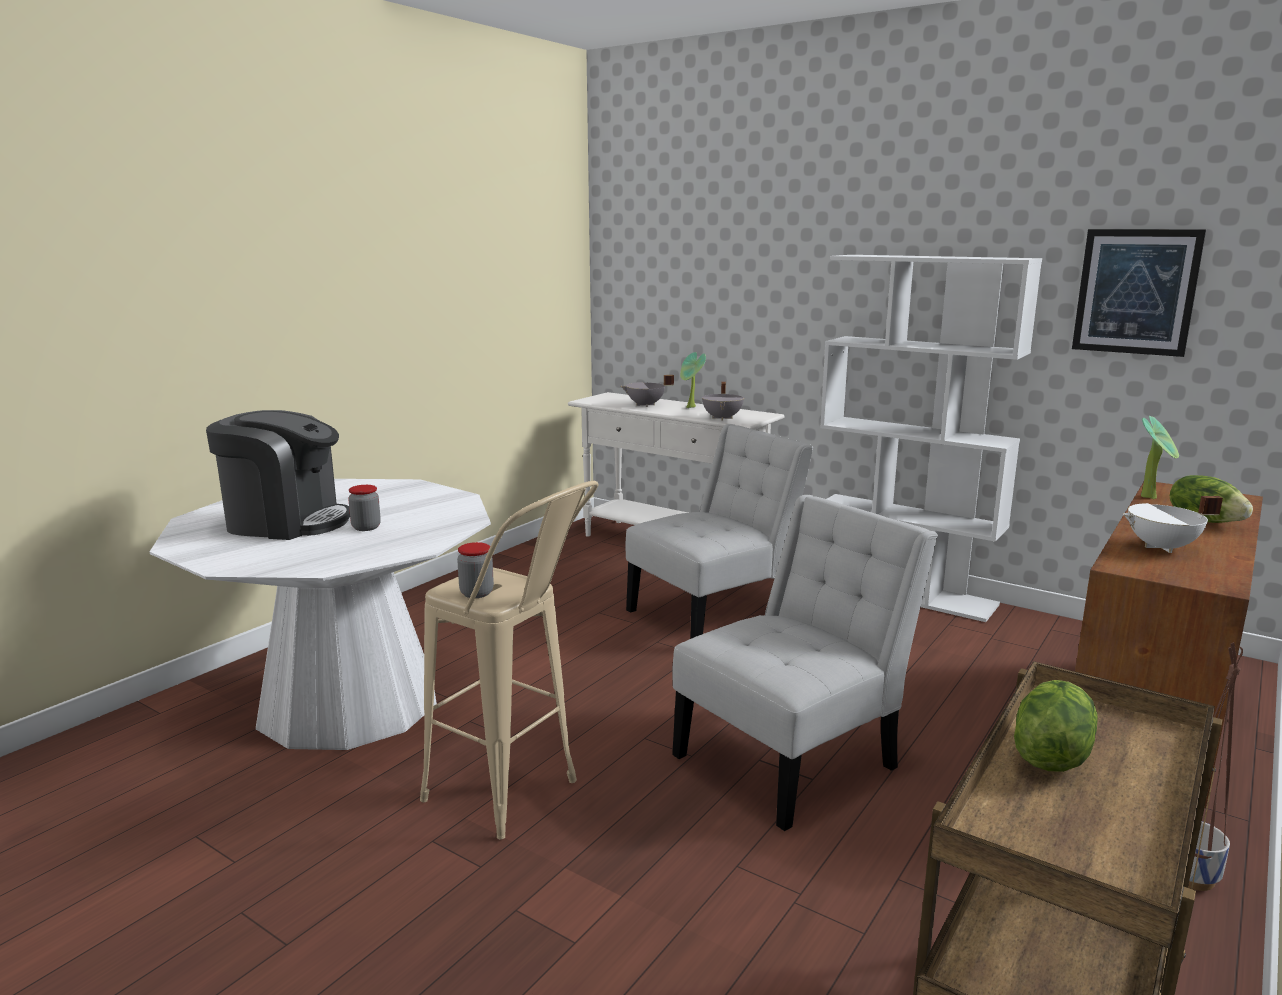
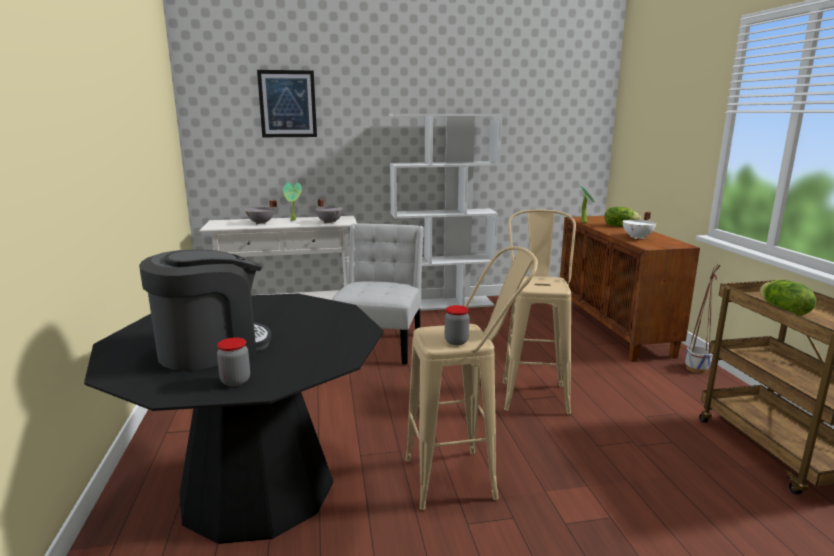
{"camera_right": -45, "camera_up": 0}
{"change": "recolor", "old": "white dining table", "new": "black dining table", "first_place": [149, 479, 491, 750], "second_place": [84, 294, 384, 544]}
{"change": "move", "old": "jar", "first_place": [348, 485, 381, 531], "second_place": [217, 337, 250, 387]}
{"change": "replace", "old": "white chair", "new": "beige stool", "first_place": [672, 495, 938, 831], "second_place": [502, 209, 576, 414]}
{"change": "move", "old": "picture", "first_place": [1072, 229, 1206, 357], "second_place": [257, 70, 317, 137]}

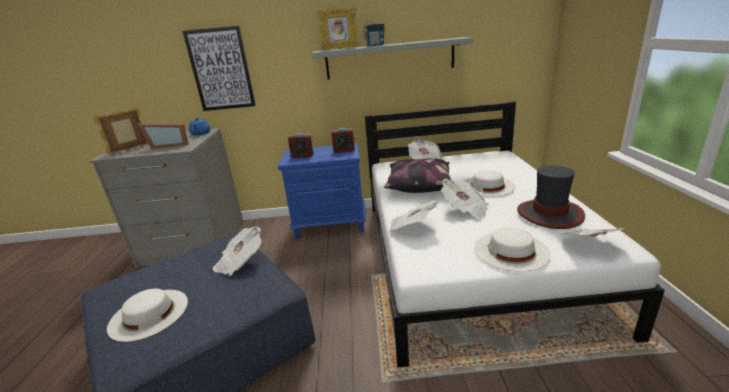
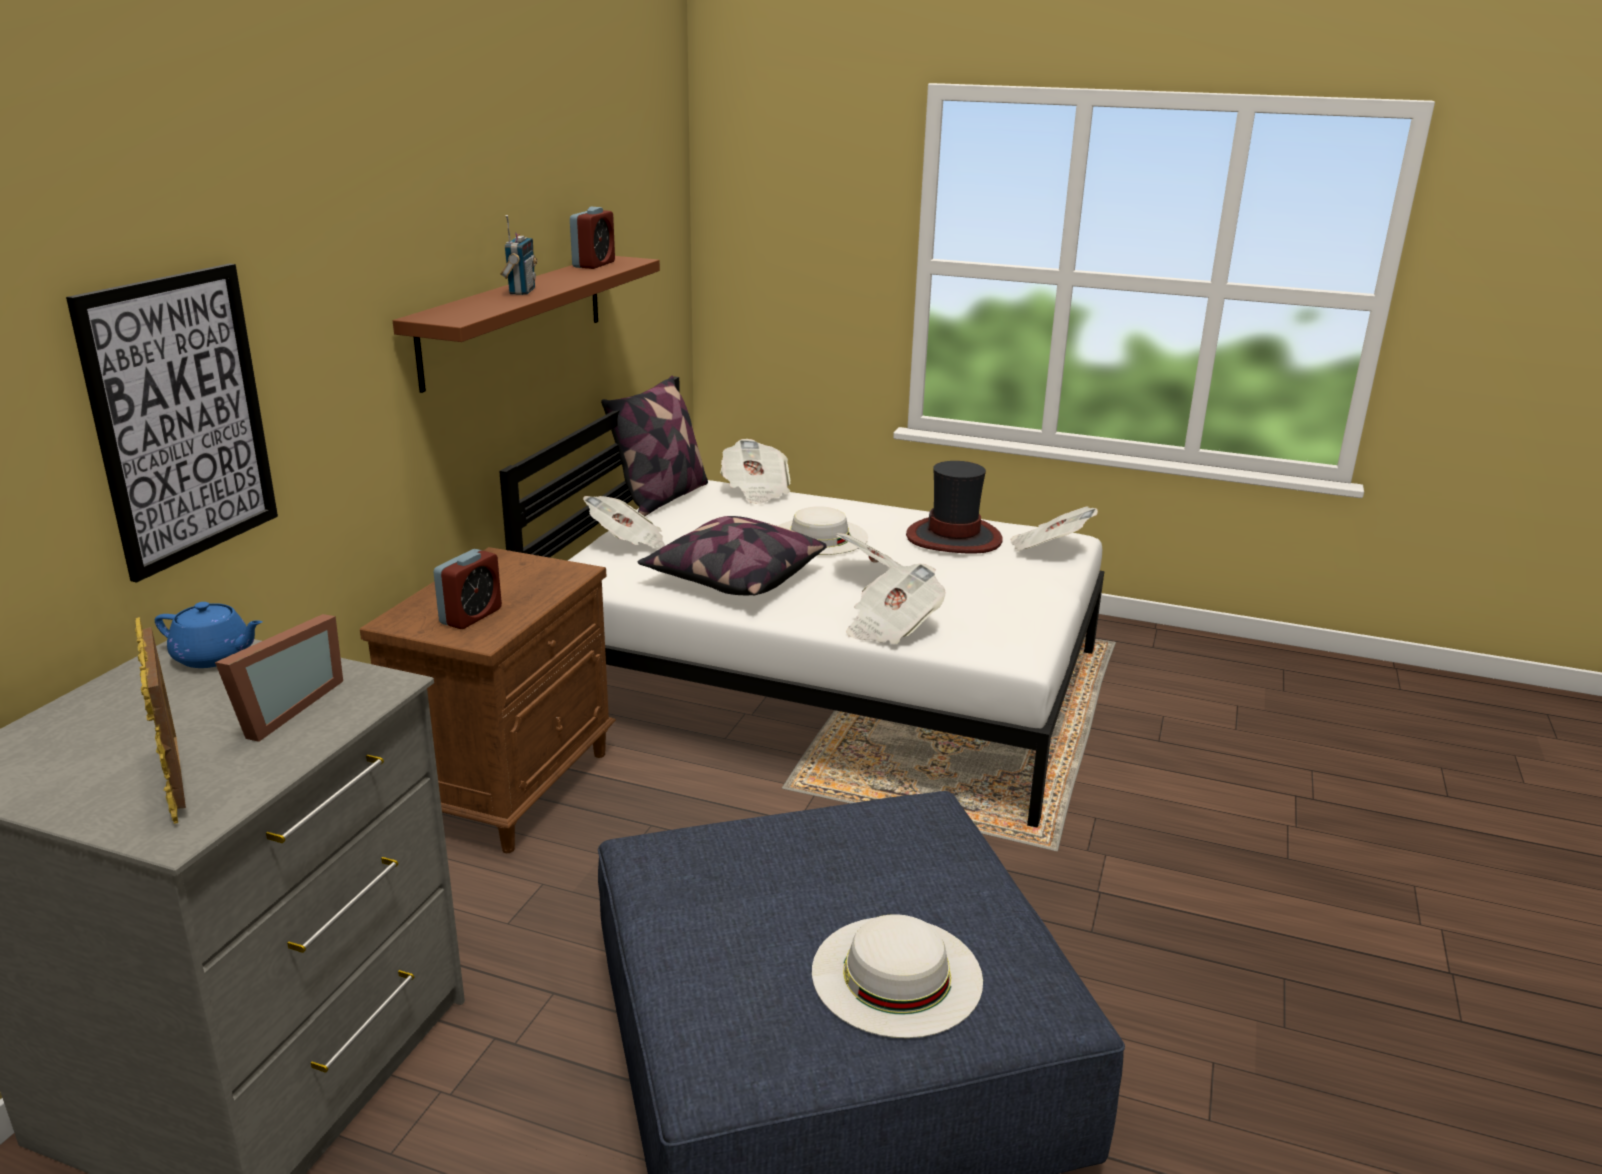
{"camera_right": -70, "camera_up": 0}
{"change": "move", "old": "newspaper", "first_place": [213, 226, 262, 276], "second_place": [721, 439, 791, 504]}
{"change": "recolor", "old": "blue nightstand", "new": "brown nightstand", "first_place": [278, 143, 366, 238], "second_place": [360, 547, 616, 853]}
{"change": "recolor", "old": "grey shelf", "new": "brown shelf", "first_place": [312, 37, 473, 79], "second_place": [393, 256, 660, 393]}
{"change": "delete", "old": "picture frame", "first_place": [317, 8, 359, 50]}
{"change": "move", "old": "alarm clock", "first_place": [331, 128, 355, 153], "second_place": [570, 207, 615, 269]}
{"change": "delete", "old": "white hat", "first_place": [474, 227, 551, 272]}
{"change": "insert", "new": "pillow", "second_place": [601, 376, 708, 516]}

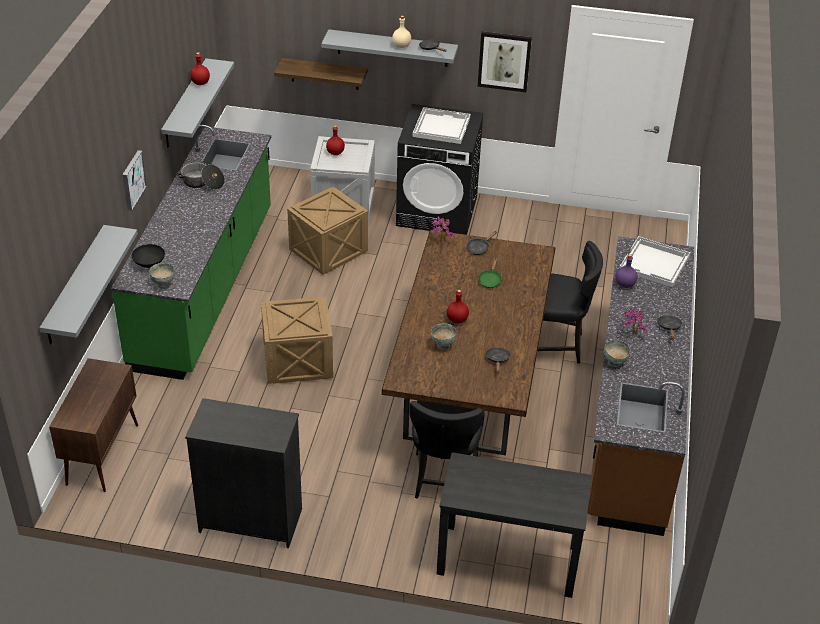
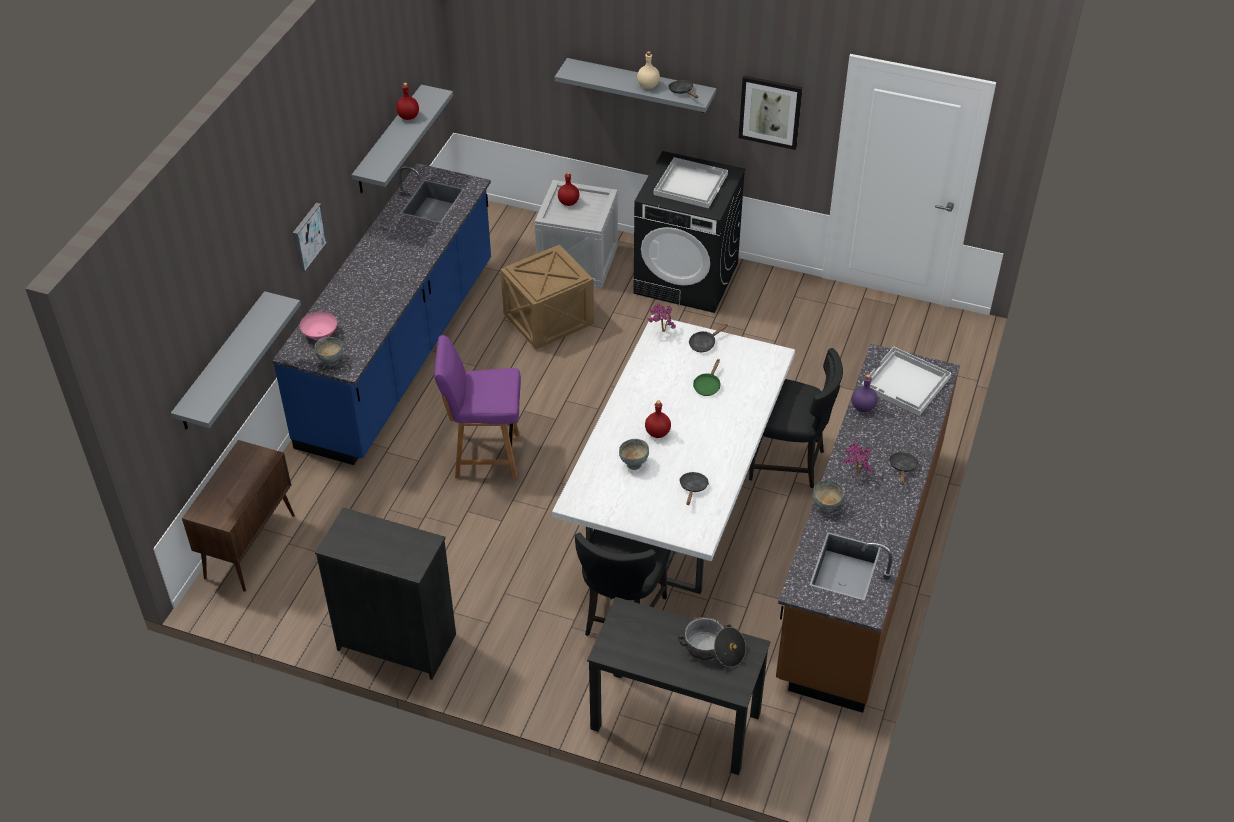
{"camera_right": 10, "camera_up": 5}
{"change": "recolor", "old": "green counter", "new": "blue counter", "first_place": [111, 125, 271, 380], "second_place": [272, 163, 491, 465]}
{"change": "recolor", "old": "black bowl", "new": "pink bowl", "first_place": [132, 244, 165, 268], "second_place": [300, 311, 337, 339]}
{"change": "move", "old": "cooking pot", "first_place": [176, 162, 225, 190], "second_place": [678, 617, 746, 667]}
{"change": "replace", "old": "crate", "new": "purple chair", "first_place": [261, 297, 333, 384], "second_place": [434, 335, 521, 478]}
{"change": "delete", "old": "shelf", "first_place": [274, 58, 368, 90]}
{"change": "recolor", "old": "brown dining table", "new": "white dining table", "first_place": [382, 230, 555, 455], "second_place": [552, 315, 795, 594]}

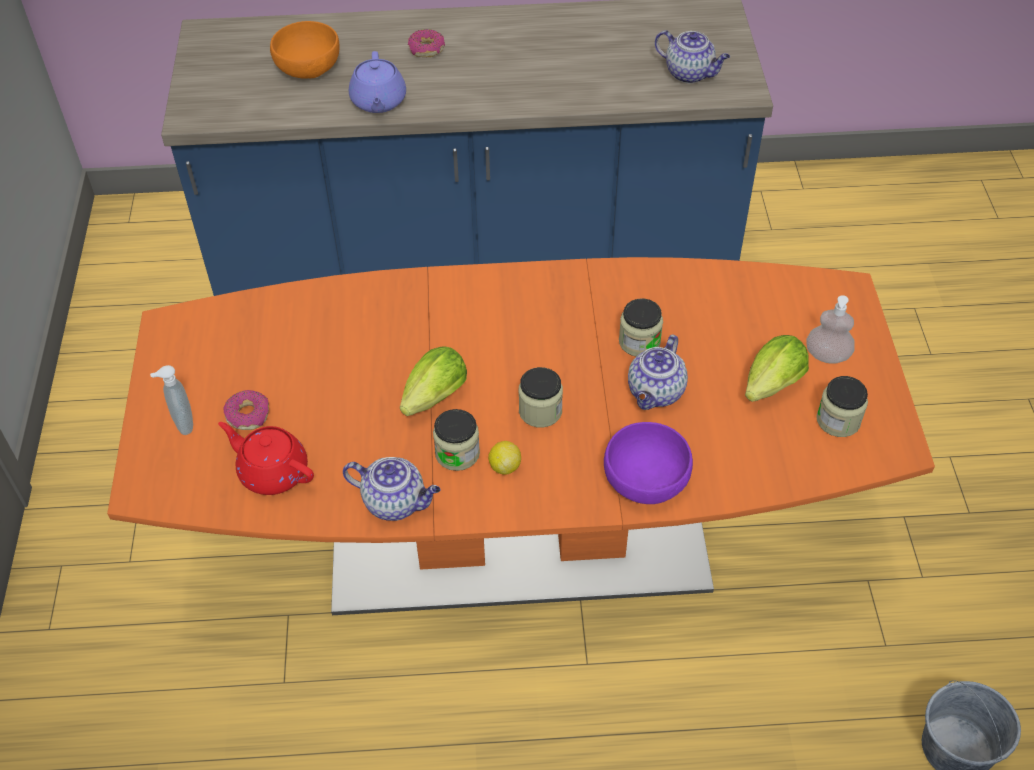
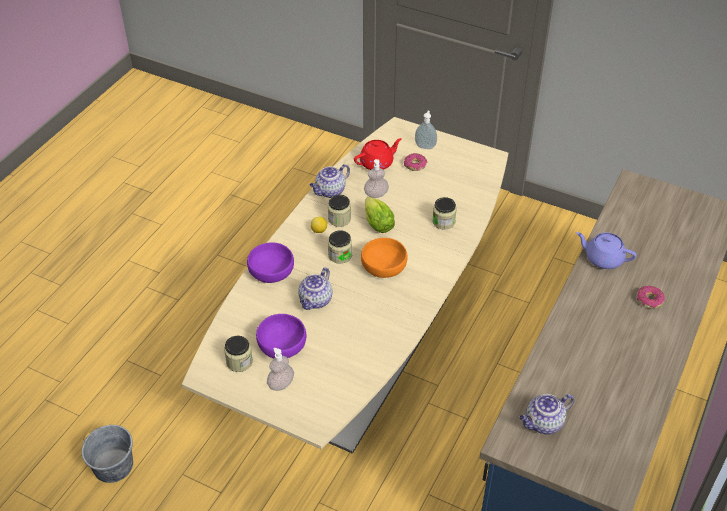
{"camera_right": 120, "camera_up": -5}
{"change": "recolor", "old": "orange dining table", "new": "beige dining table", "first_place": [107, 257, 935, 615], "second_place": [182, 117, 508, 454]}
{"change": "move", "old": "orange bowl", "first_place": [270, 21, 340, 79], "second_place": [361, 238, 408, 278]}
{"change": "move", "old": "jar", "first_place": [619, 298, 663, 356], "second_place": [432, 197, 457, 230]}
{"change": "rotate", "old": "teapot", "first_place": [628, 334, 688, 410], "second_place": [298, 267, 333, 310], "degrees": -120}
{"change": "replace", "old": "lettuce", "new": "purple bowl", "first_place": [745, 335, 809, 402], "second_place": [256, 314, 307, 359]}
{"change": "insert", "new": "soap dispenser", "second_place": [364, 159, 389, 198]}

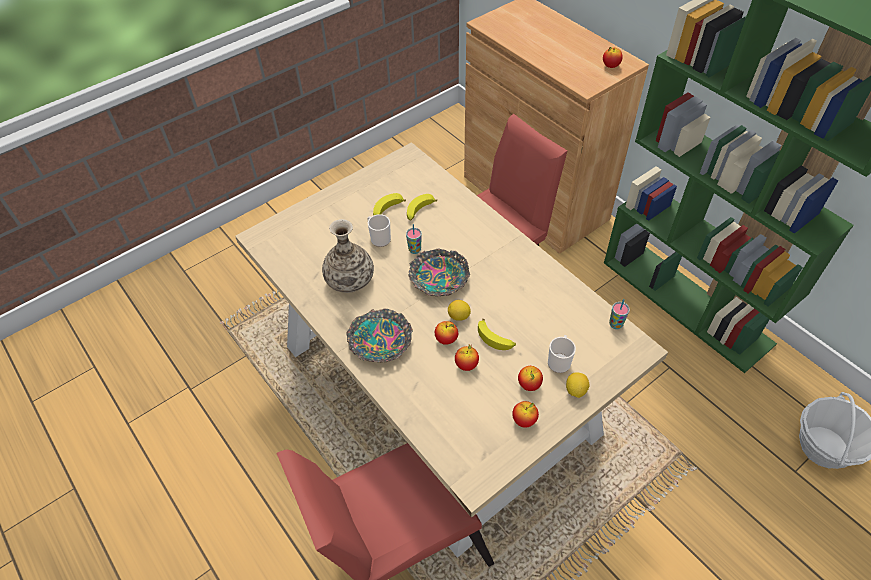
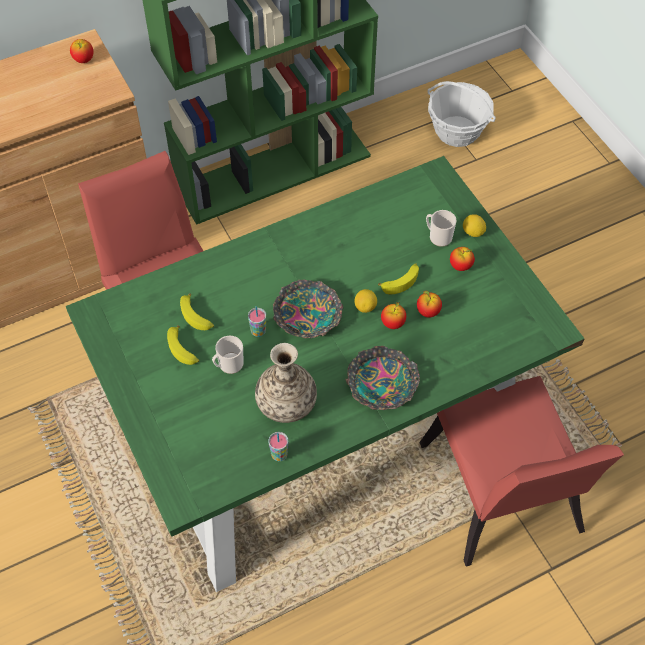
{"camera_right": -80, "camera_up": 5}
{"change": "recolor", "old": "beige dining table", "new": "green dining table", "first_place": [235, 142, 668, 558], "second_place": [66, 156, 585, 592]}
{"change": "delete", "old": "apple", "first_place": [512, 401, 539, 428]}
{"change": "move", "old": "cup", "first_place": [609, 299, 630, 329], "second_place": [268, 432, 288, 461]}

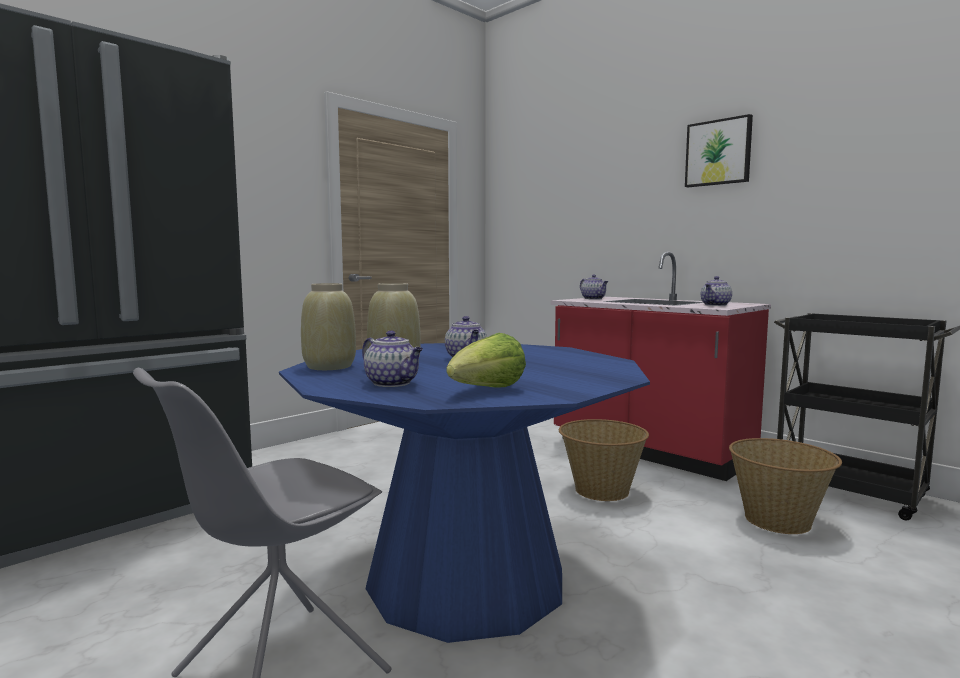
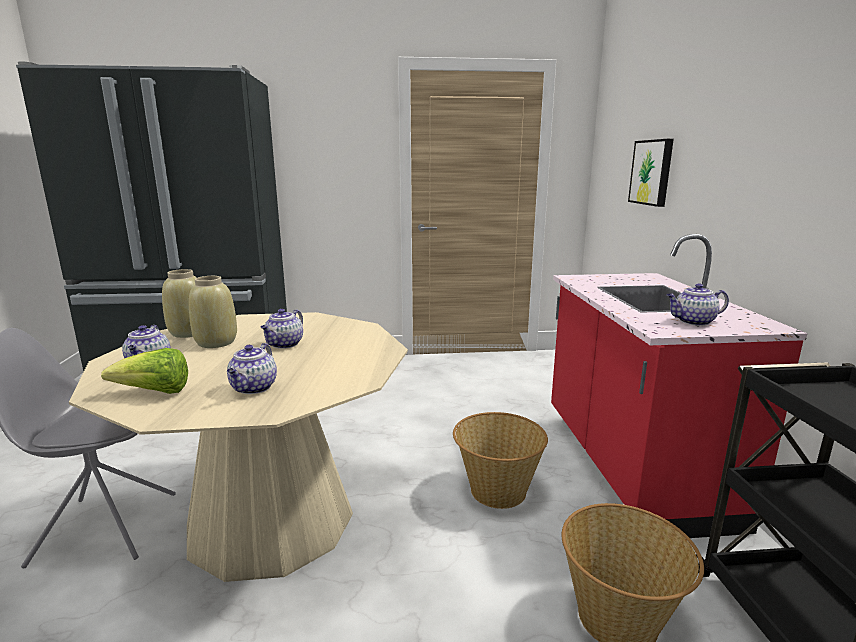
{"camera_right": 40, "camera_up": 10}
{"change": "recolor", "old": "blue dining table", "new": "beige dining table", "first_place": [279, 343, 650, 643], "second_place": [69, 312, 408, 582]}
{"change": "move", "old": "teapot", "first_place": [580, 274, 608, 300], "second_place": [227, 343, 277, 394]}
{"change": "move", "old": "picture", "first_place": [685, 114, 753, 187], "second_place": [628, 139, 674, 207]}

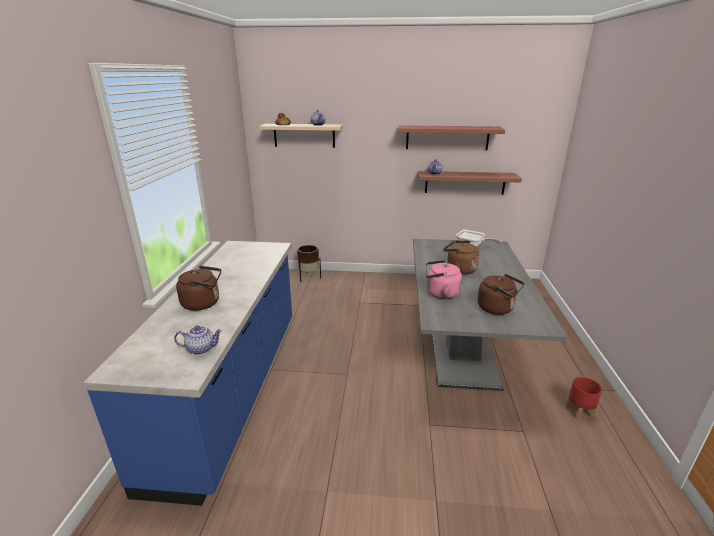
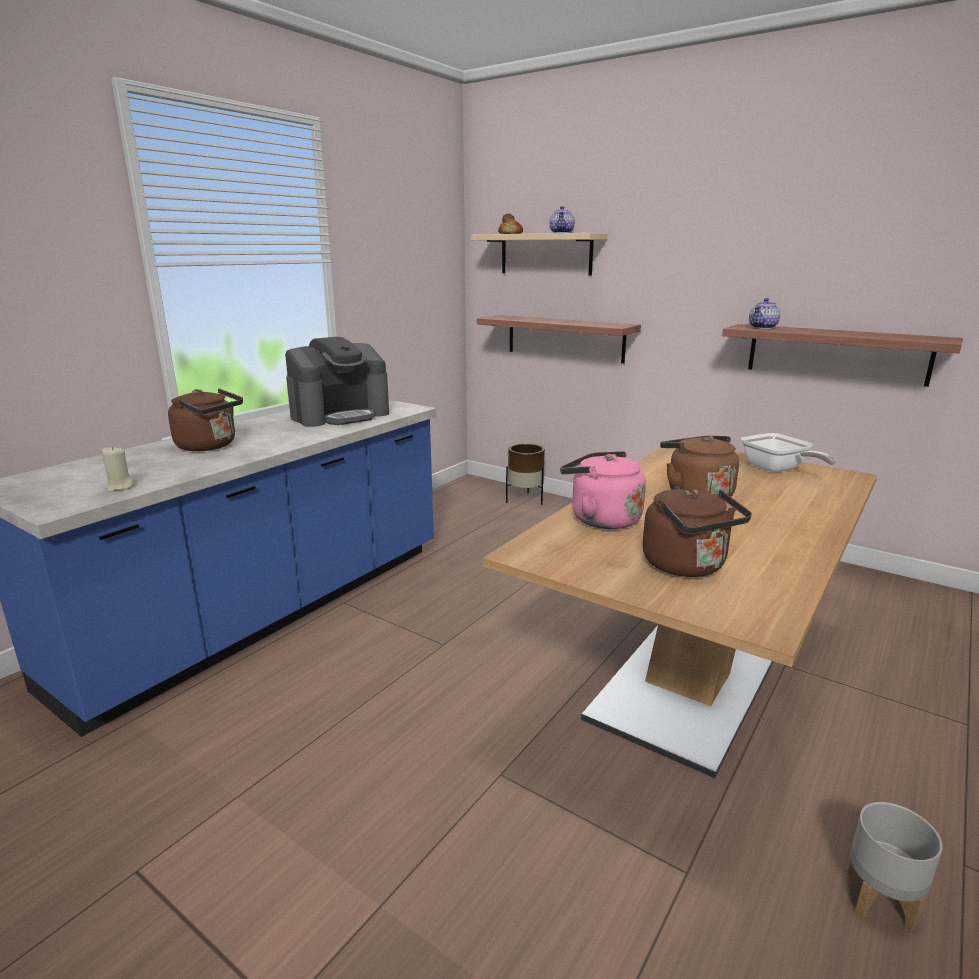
{"camera_right": 30, "camera_up": -5}
{"change": "replace", "old": "teapot", "new": "beige candle", "first_place": [174, 325, 222, 355], "second_place": [102, 446, 135, 492]}
{"change": "move", "old": "shelf", "first_place": [398, 125, 505, 150], "second_place": [477, 315, 641, 363]}
{"change": "recolor", "old": "grey dining table", "new": "brown dining table", "first_place": [413, 239, 568, 391], "second_place": [483, 447, 877, 778]}
{"change": "recolor", "old": "red planter", "new": "grey planter", "first_place": [566, 377, 602, 421], "second_place": [847, 802, 943, 931]}
{"change": "insert", "new": "coffee machine", "second_place": [285, 337, 389, 427]}

